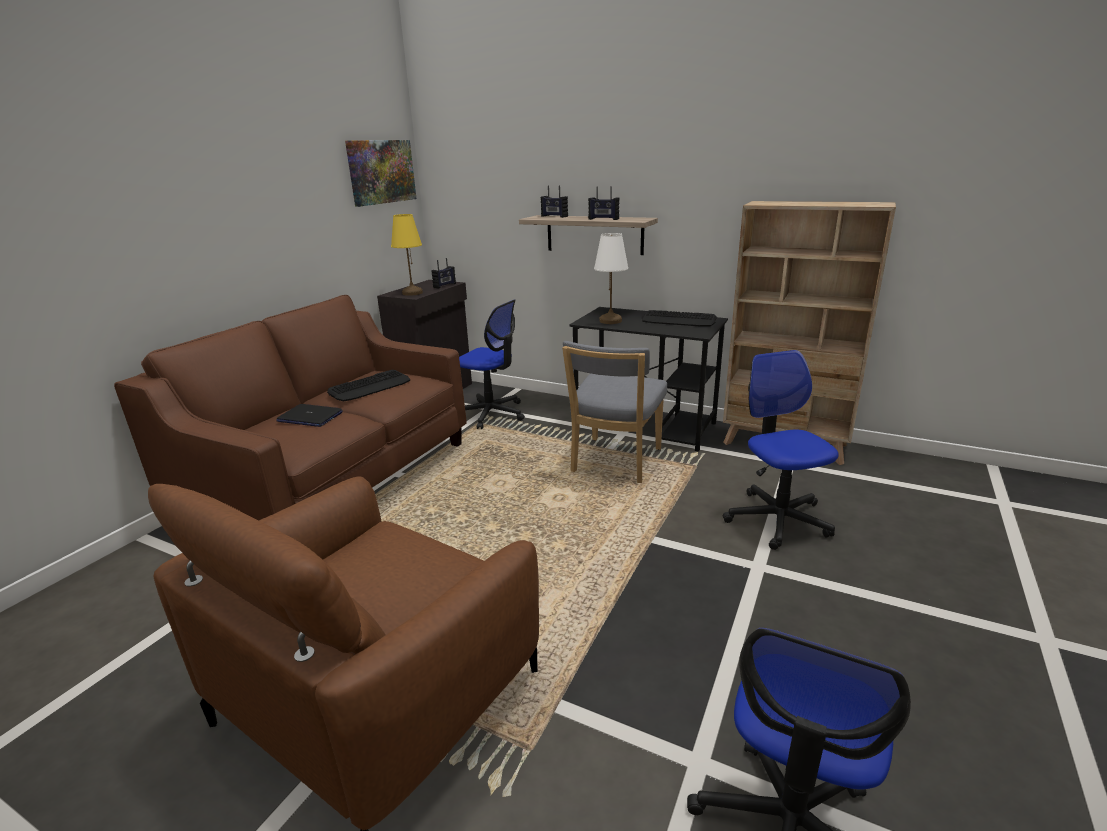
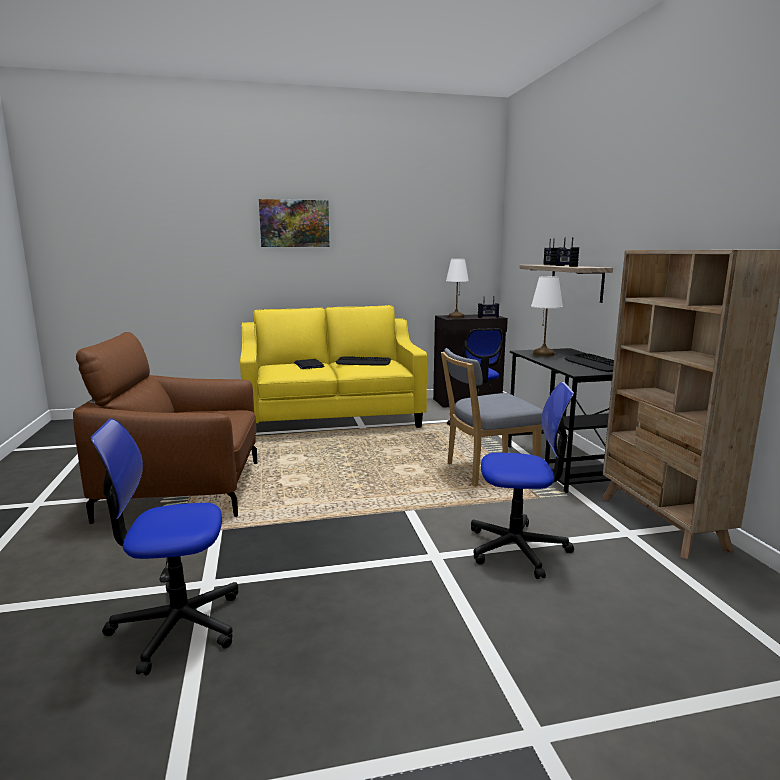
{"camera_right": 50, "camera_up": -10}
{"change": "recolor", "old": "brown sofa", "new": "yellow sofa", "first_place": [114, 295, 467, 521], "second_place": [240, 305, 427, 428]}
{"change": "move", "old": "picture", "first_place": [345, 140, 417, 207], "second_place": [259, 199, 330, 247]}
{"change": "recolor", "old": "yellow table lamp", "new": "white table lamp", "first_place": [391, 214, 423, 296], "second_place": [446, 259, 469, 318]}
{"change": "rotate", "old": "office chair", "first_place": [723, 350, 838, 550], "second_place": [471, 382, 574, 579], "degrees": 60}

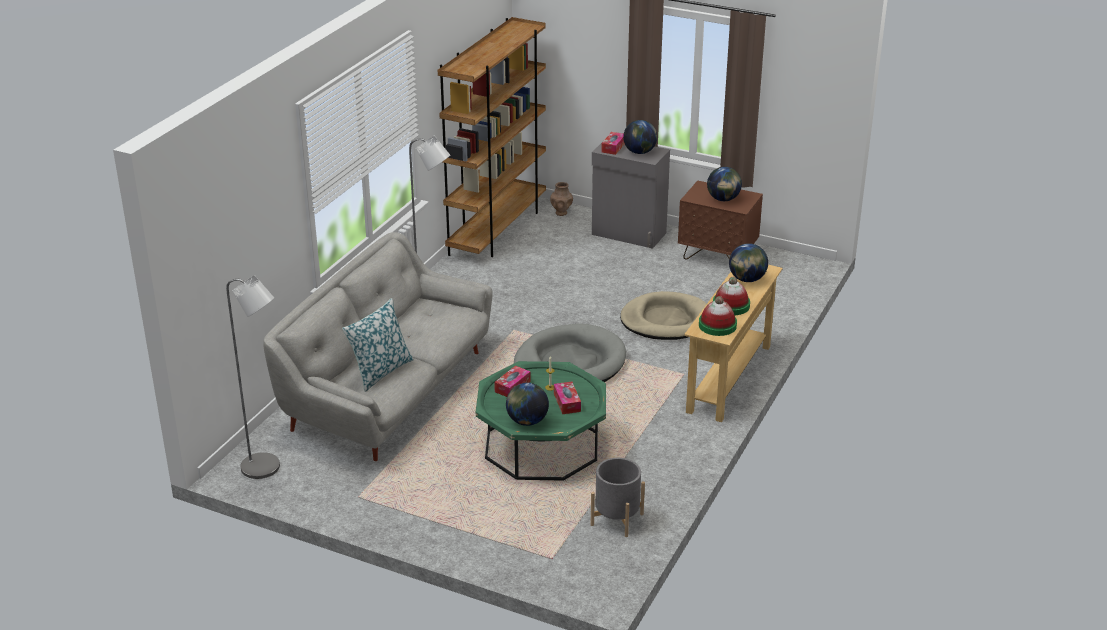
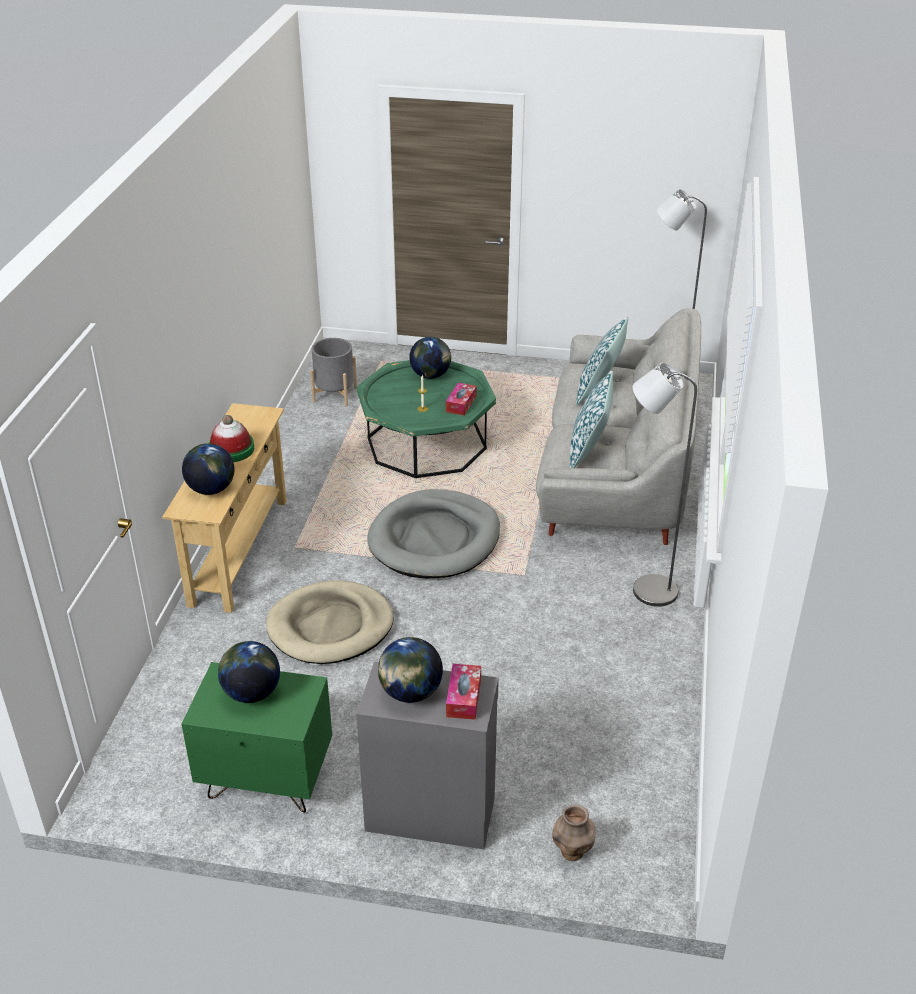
{"camera_right": 165, "camera_up": 5}
{"change": "delete", "old": "brown bookcase", "first_place": [438, 17, 546, 257]}
{"change": "delete", "old": "tissue box", "first_place": [554, 382, 581, 414]}
{"change": "recolor", "old": "brown nightstand", "new": "green nightstand", "first_place": [678, 181, 763, 259], "second_place": [181, 662, 332, 813]}
{"change": "delete", "old": "hat", "first_place": [699, 296, 737, 336]}
{"change": "insert", "new": "pillow", "second_place": [570, 370, 613, 468]}

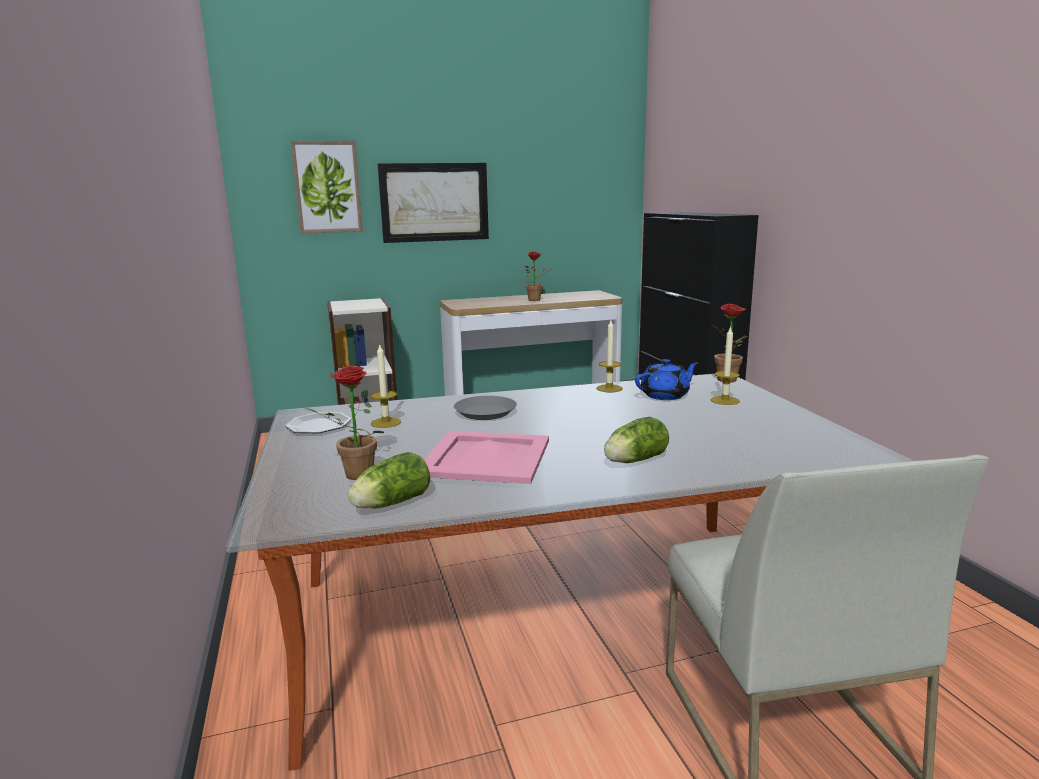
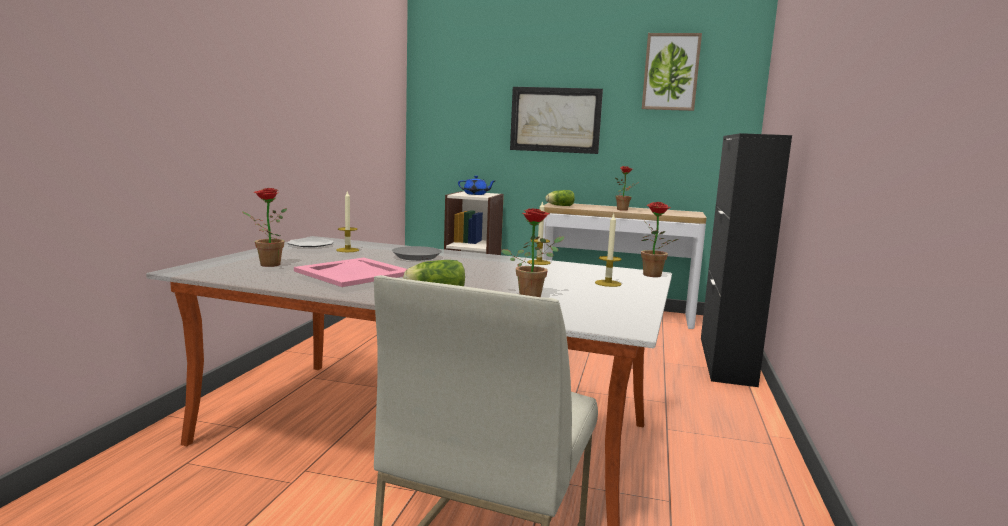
{"camera_right": 30, "camera_up": -5}
{"change": "move", "old": "picture", "first_place": [291, 141, 363, 233], "second_place": [642, 33, 702, 111]}
{"change": "move", "old": "lettuce", "first_place": [348, 452, 430, 509], "second_place": [545, 190, 575, 206]}
{"change": "move", "old": "blue teapot", "first_place": [635, 359, 699, 400], "second_place": [458, 176, 495, 195]}
{"change": "insert", "new": "potted plant", "second_place": [502, 208, 564, 297]}

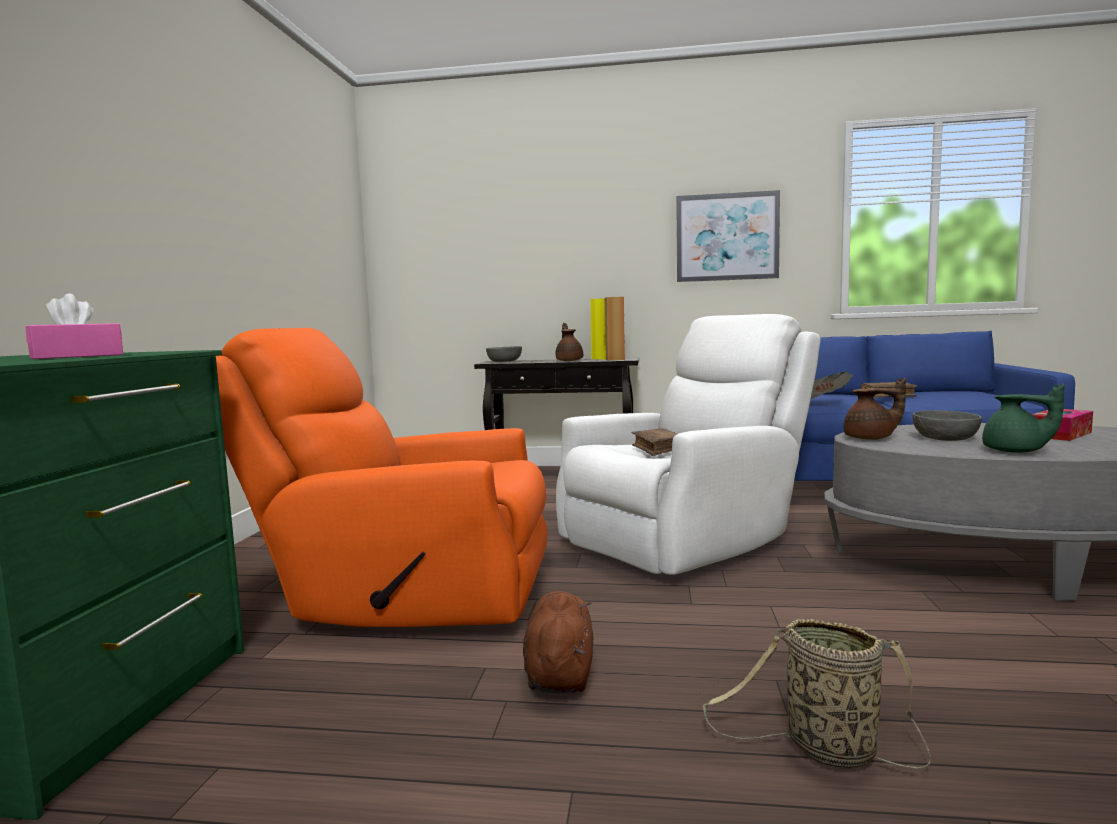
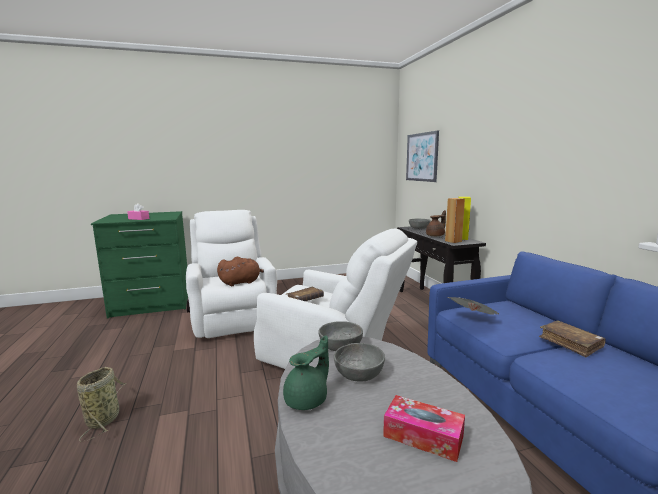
{"camera_right": 65, "camera_up": 5}
{"change": "recolor", "old": "orange armchair", "new": "white armchair", "first_place": [216, 328, 548, 627], "second_place": [186, 210, 277, 338]}
{"change": "move", "old": "brown plush toy", "first_place": [523, 591, 593, 694], "second_place": [217, 257, 264, 286]}
{"change": "move", "old": "picture", "first_place": [676, 190, 780, 282], "second_place": [406, 131, 439, 182]}
{"change": "replace", "old": "brown teapot", "new": "grey bowl", "first_place": [843, 377, 906, 440], "second_place": [318, 321, 363, 351]}
{"change": "rotate", "old": "green teapot", "first_place": [982, 384, 1065, 453], "second_place": [283, 335, 329, 410], "degrees": -150}

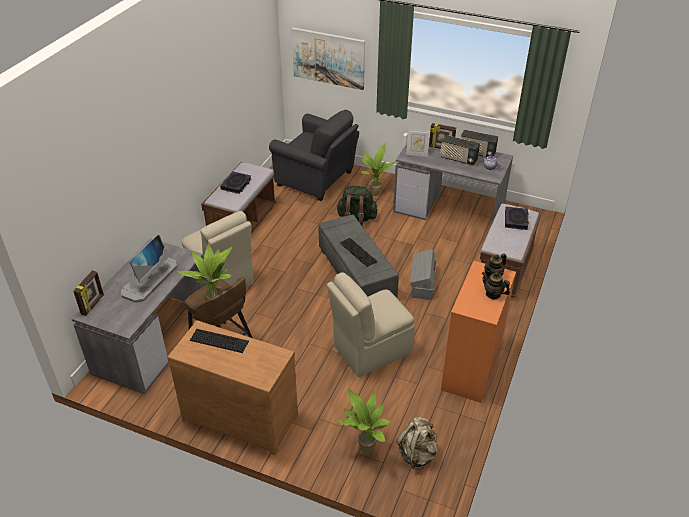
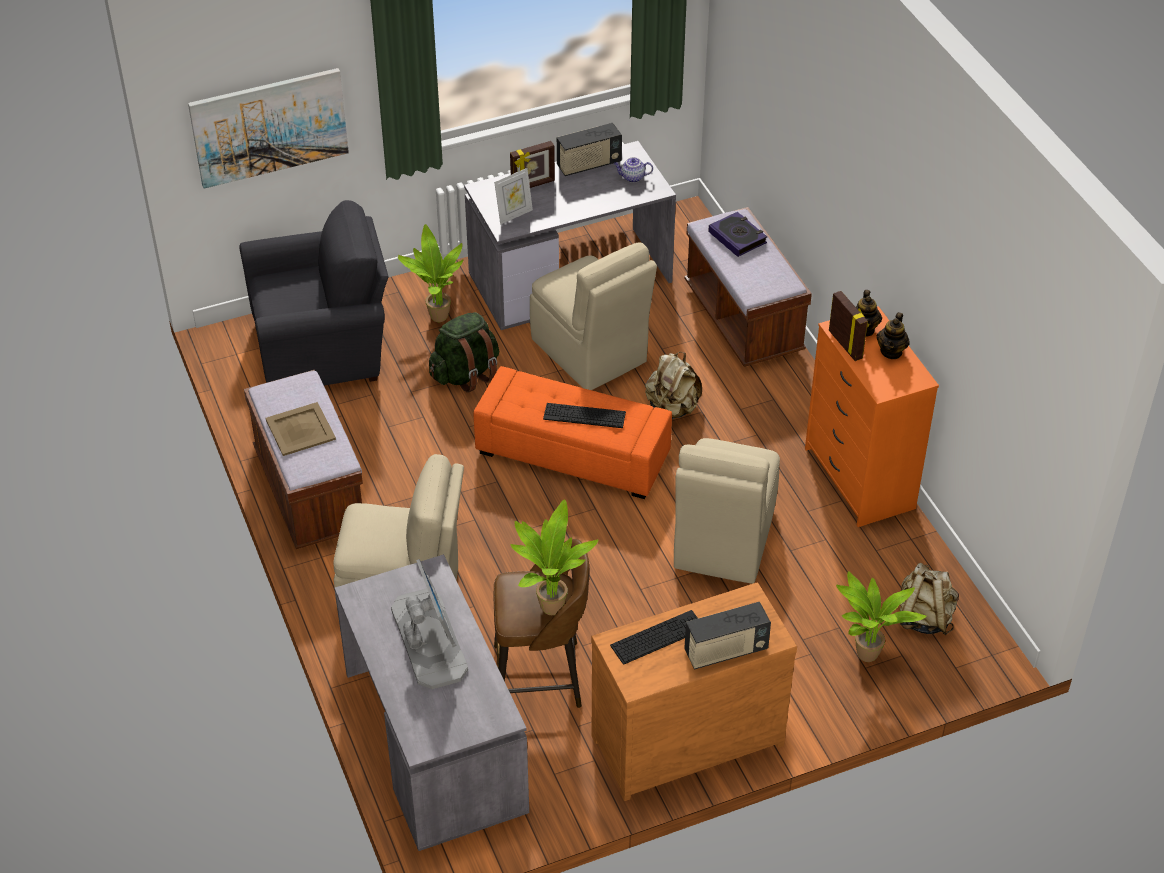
{"camera_right": -45, "camera_up": 5}
{"change": "move", "old": "picture frame", "first_place": [73, 270, 104, 316], "second_place": [829, 291, 869, 361]}
{"change": "replace", "old": "book", "new": "beige tray", "first_place": [220, 172, 251, 194], "second_place": [265, 402, 336, 456]}
{"change": "recolor", "old": "grey ottoman", "new": "orange ottoman", "first_place": [318, 214, 399, 297], "second_place": [473, 366, 672, 499]}
{"change": "replace", "old": "grey storage box", "new": "beige backpack", "first_place": [410, 249, 436, 300], "second_place": [645, 352, 702, 419]}
{"change": "move", "old": "radio", "first_place": [440, 135, 480, 165], "second_place": [684, 602, 771, 670]}
{"change": "rotate", "old": "teapot", "first_place": [482, 272, 510, 300], "second_place": [877, 312, 910, 359], "degrees": -60}
{"change": "insert", "new": "beige chair", "second_place": [530, 242, 657, 390]}

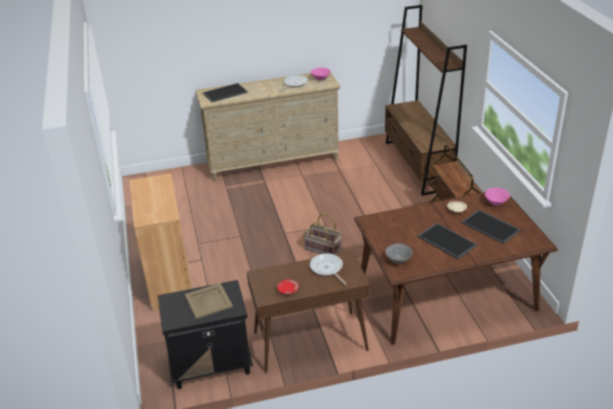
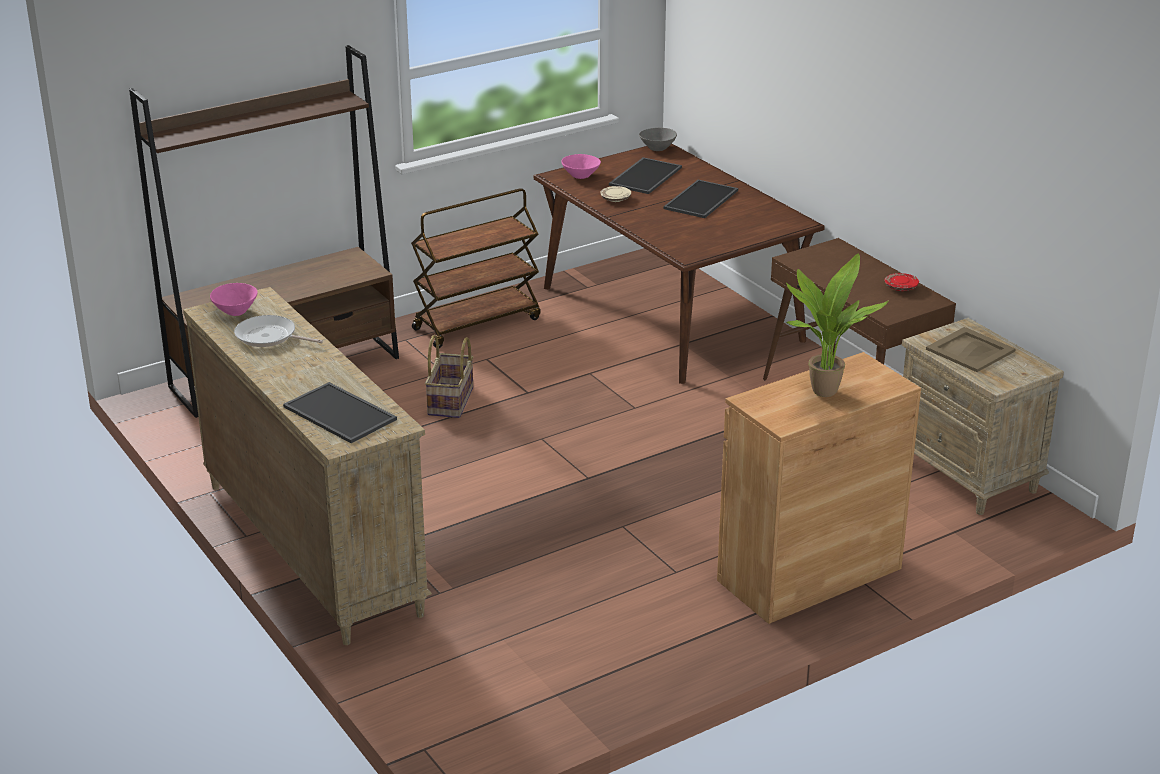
{"camera_right": -110, "camera_up": -5}
{"change": "recolor", "old": "black nightstand", "new": "beige nightstand", "first_place": [158, 280, 253, 389], "second_place": [902, 318, 1064, 515]}
{"change": "move", "old": "basket", "first_place": [304, 213, 342, 254], "second_place": [425, 335, 473, 418]}
{"change": "delete", "old": "frying pan", "first_place": [310, 253, 347, 285]}
{"change": "move", "old": "grey bowl", "first_place": [385, 243, 412, 264], "second_place": [639, 128, 677, 151]}
{"change": "insert", "new": "potted plant", "second_place": [785, 254, 889, 397]}

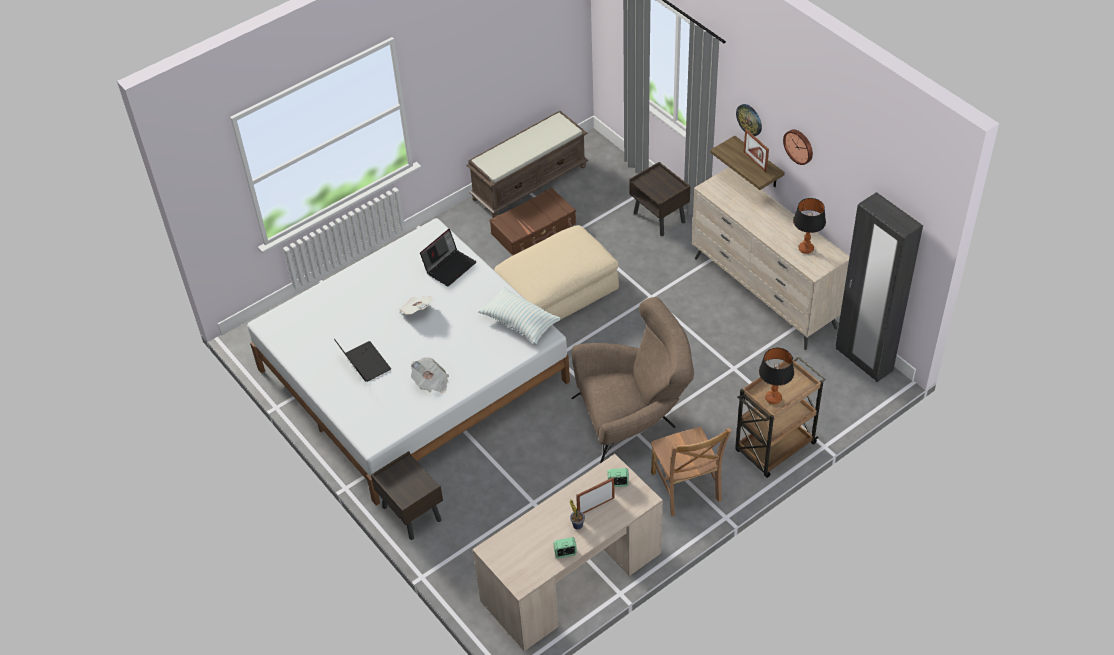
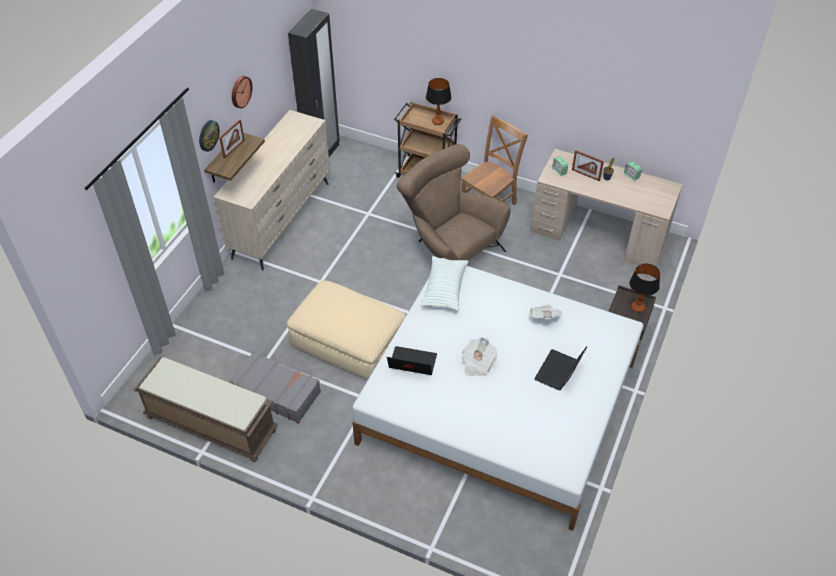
{"camera_right": -120, "camera_up": 0}
{"change": "recolor", "old": "brown suitcase", "new": "grey suitcase", "first_place": [490, 188, 576, 256], "second_place": [229, 351, 321, 423]}
{"change": "delete", "old": "brown nightstand", "first_place": [630, 162, 690, 236]}
{"change": "move", "old": "table lamp", "first_place": [793, 198, 826, 254], "second_place": [629, 264, 660, 312]}

